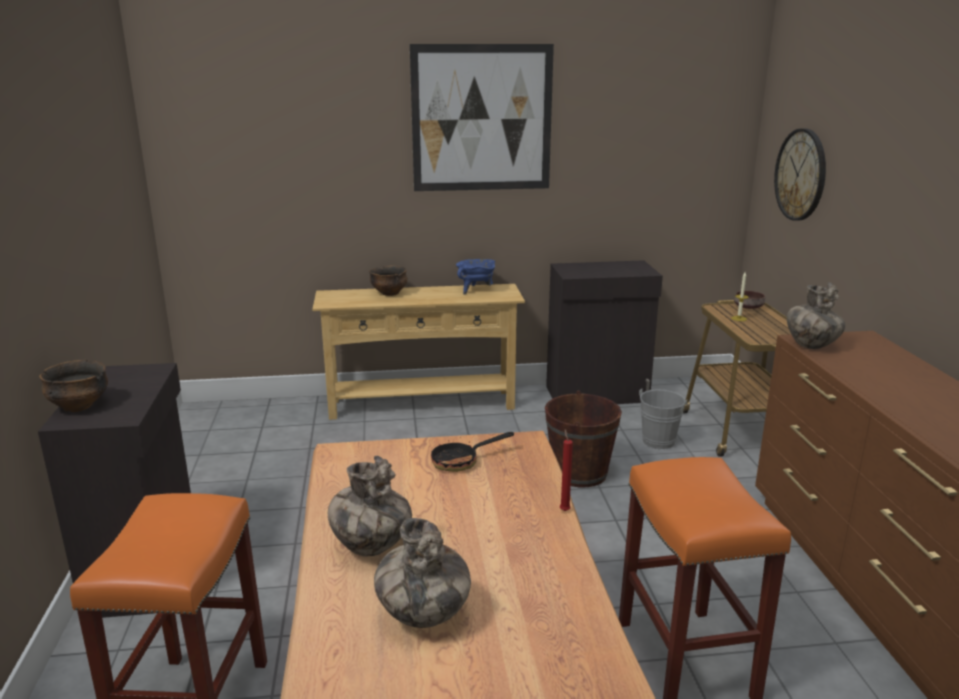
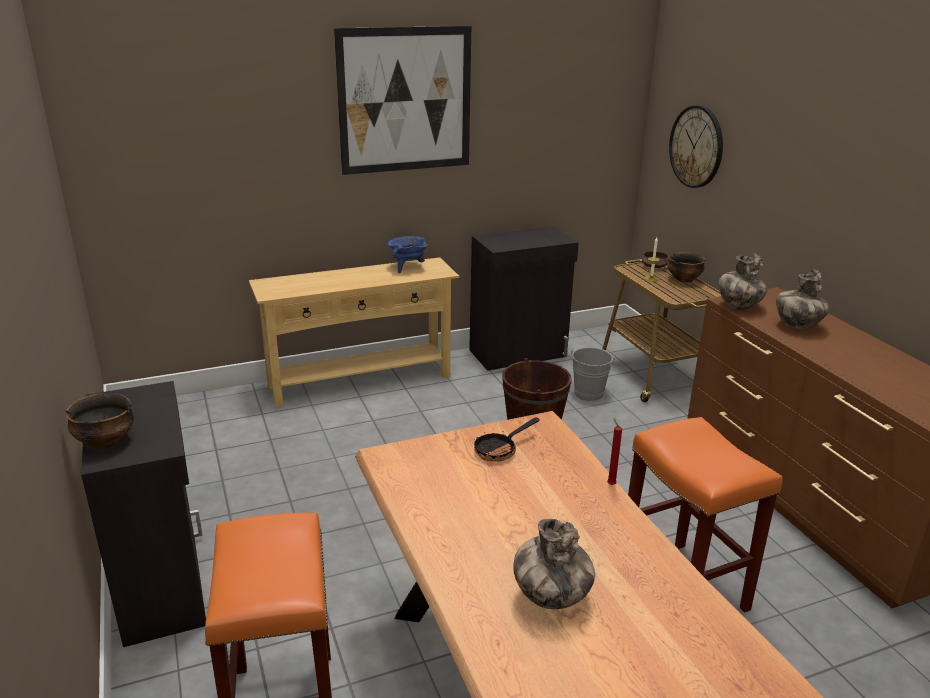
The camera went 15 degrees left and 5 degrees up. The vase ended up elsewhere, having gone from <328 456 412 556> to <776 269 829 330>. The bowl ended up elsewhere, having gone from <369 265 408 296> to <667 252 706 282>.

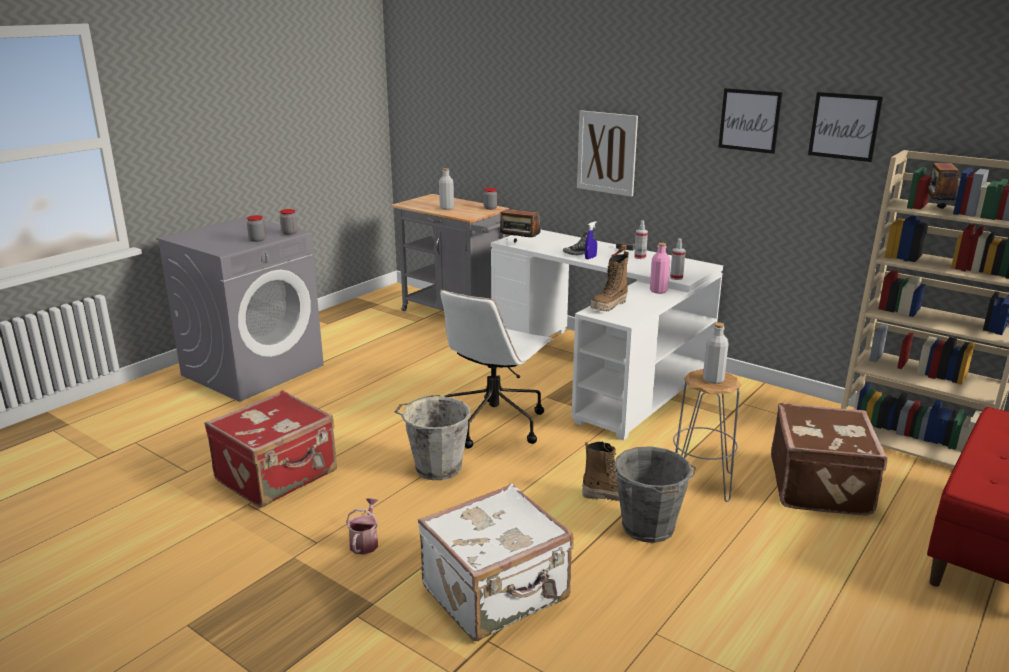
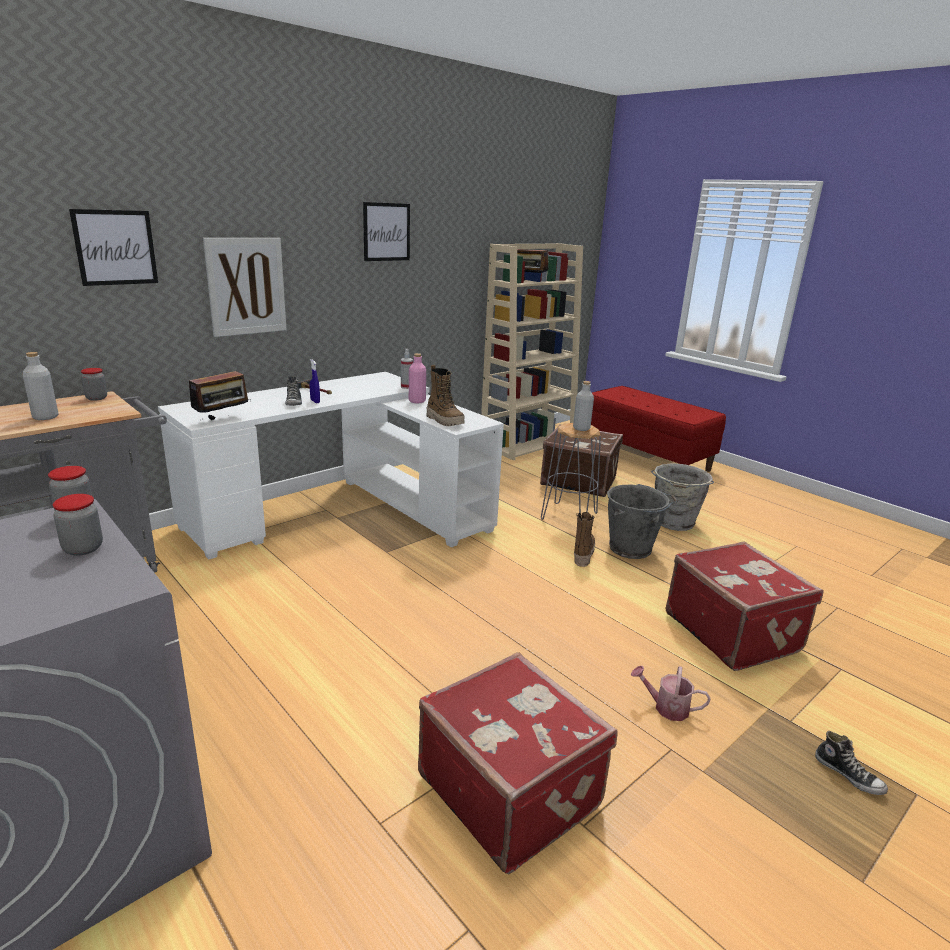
The camera went 80 degrees left and 0 degrees up. The second view lost the white office chair at <440 290 554 449>. The second view lost the spray bottle at <634 220 648 259>. The second view gained the shoe at <815 731 888 795>. The grey bucket ended up elsewhere, having gone from <395 395 471 480> to <651 463 714 531>. The picture ended up elsewhere, having gone from <808 92 883 162> to <69 209 158 286>. What was the white suitcase at <418 483 574 641> turned into the red suitcase at <665 541 824 671>.

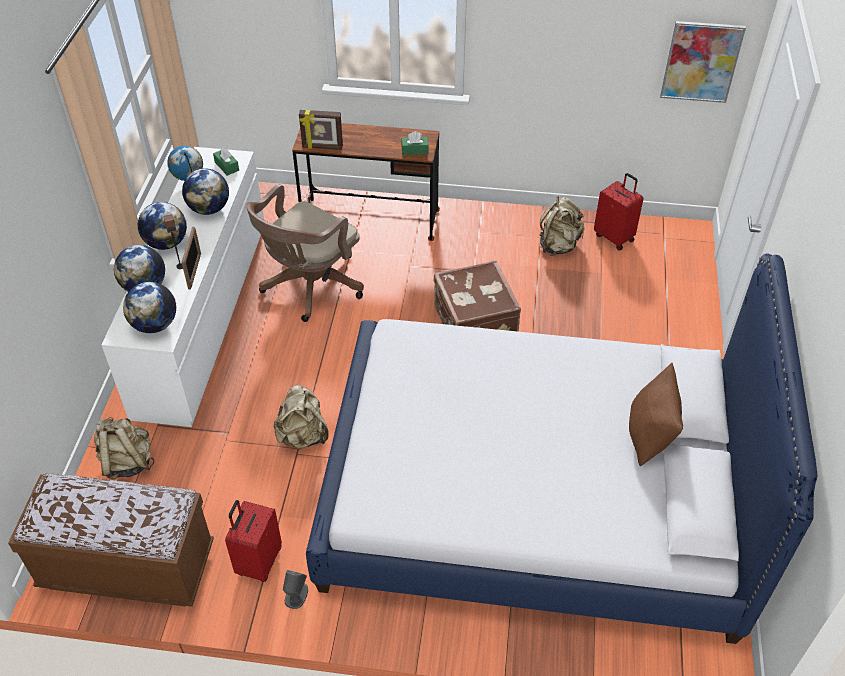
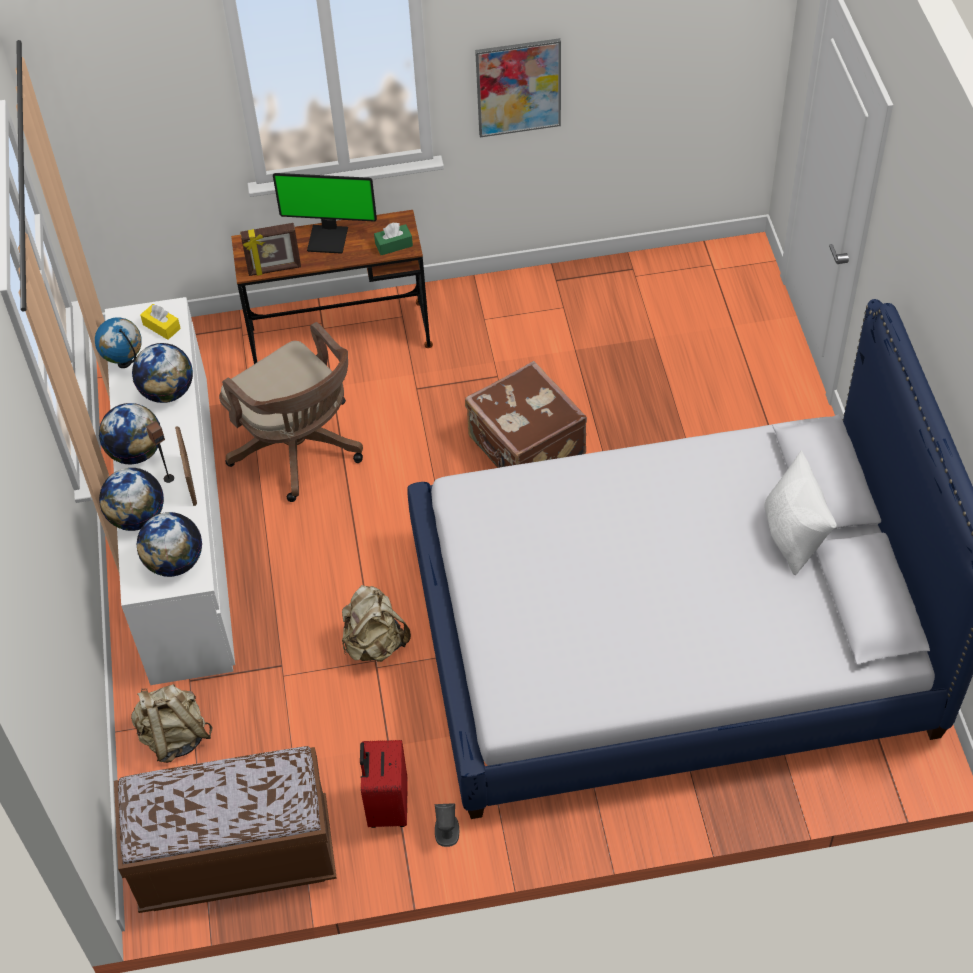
The camera went 15 degrees left and 5 degrees up. The second view lost the beige backpack at <540 196 584 256>. The second view lost the red suitcase at <594 173 644 251>. The second view gained the monitor at <273 173 377 254>. The picture ended up elsewhere, having gone from <660 21 746 103> to <475 38 561 138>. What was the green tissue box at <213 147 239 176> turned into the yellow tissue box at <140 304 181 340>. What was the brown pillow at <629 363 683 466> turned into the white pillow at <765 450 837 575>. The brown office chair at <246 184 364 322> ended up facing another way, 60 degrees counterclockwise from before.

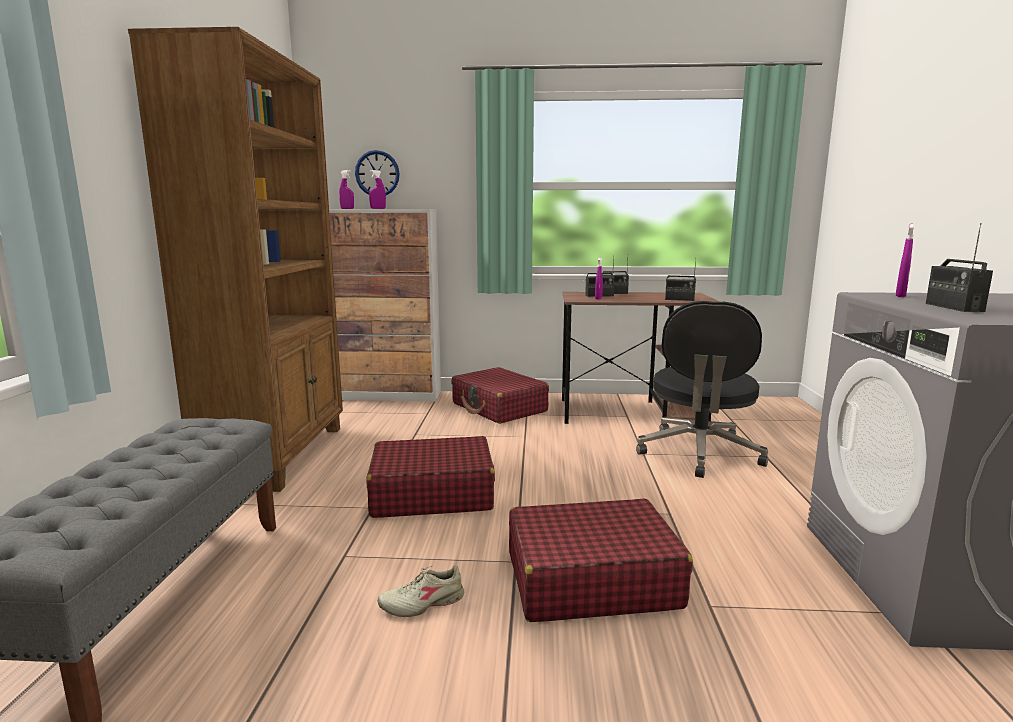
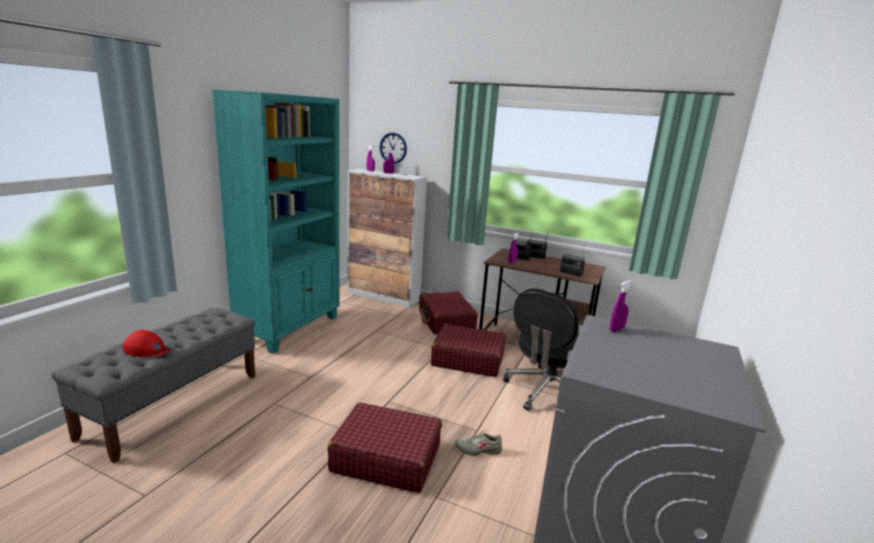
The camera went 20 degrees right and 5 degrees up. The second view lost the radio at <926 223 993 312>. The second view gained the red cap at <123 330 171 357>. The red suitcase ended up elsewhere, having gone from <366 436 495 518> to <431 324 506 377>. The beige shoe ended up elsewhere, having gone from <377 565 464 617> to <455 431 502 456>. What was the brown bookcase at <128 27 343 492> turned into the turquoise bookcase at <212 89 339 354>.

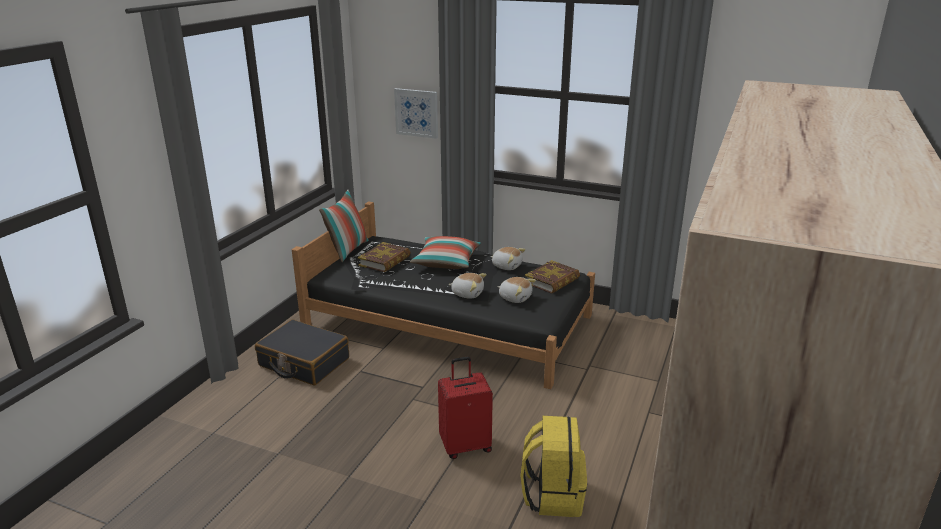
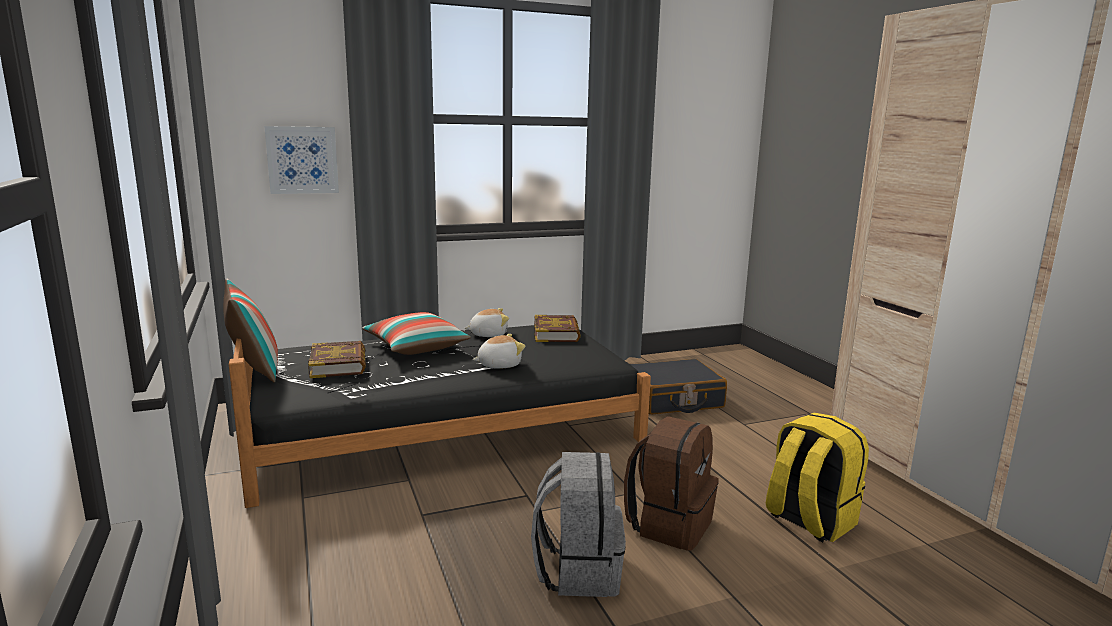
The camera went 45 degrees left and 10 degrees down. The second view lost the plush toy at <498 277 536 303>. The second view gained the grey backpack at <531 452 626 597>. The black suitcase ended up elsewhere, having gone from <255 319 349 385> to <630 359 727 415>. Where the red suitcase stood at <438 357 493 459>, the brown backpack came to stand at <624 416 719 551>.

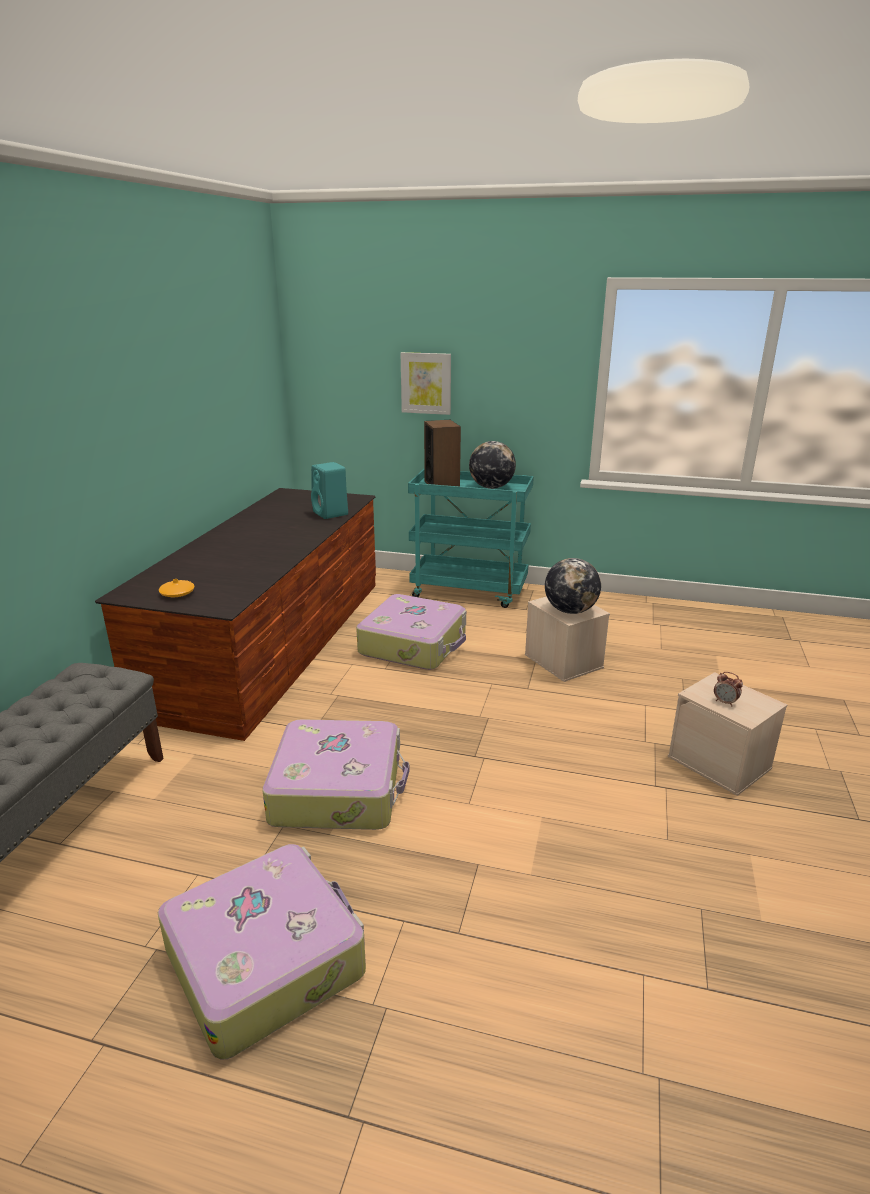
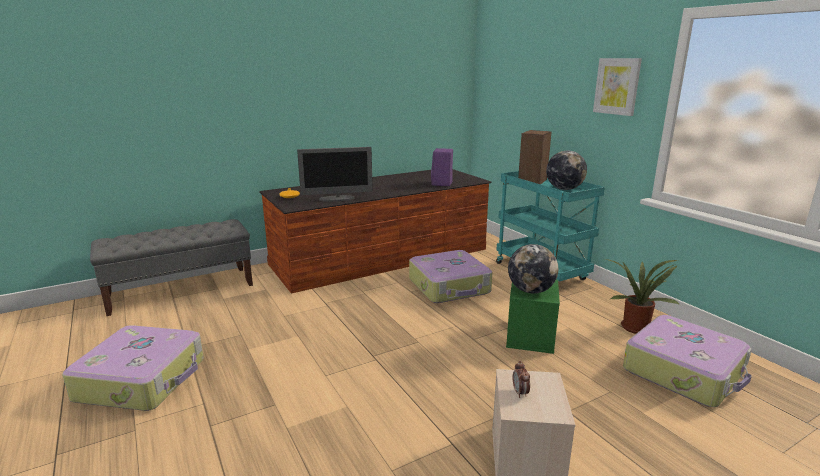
The camera went 45 degrees right and 5 degrees down. The second view gained the monitor at <297 147 373 202>. The second view gained the potted plant at <605 259 680 334>. The suitcase ended up elsewhere, having gone from <262 719 409 830> to <623 315 752 407>. The picture ended up elsewhere, having gone from <401 352 451 415> to <593 58 642 116>. What was the turquoise speaker at <311 462 348 519> turned into the purple speaker at <431 148 453 186>. What was the beige storage box at <525 596 610 682> turned into the green storage box at <506 280 560 354>.

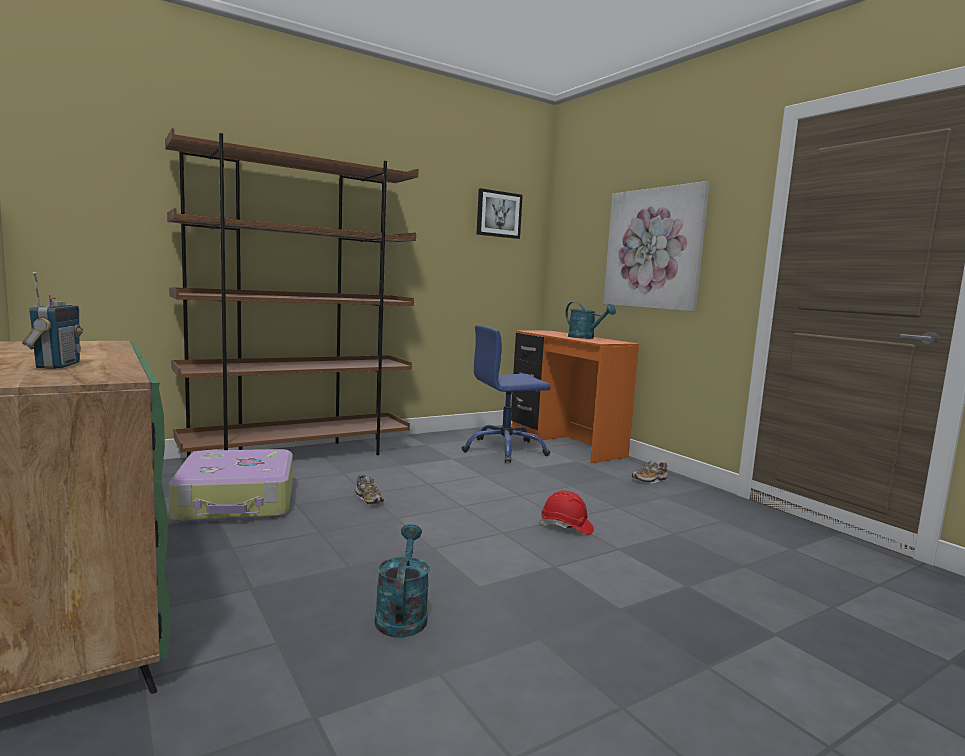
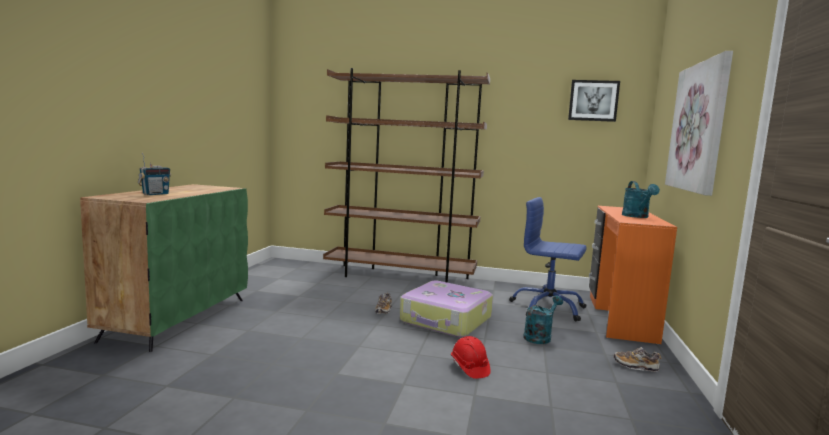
The camera went 45 degrees right and 0 degrees up. The suitcase ended up elsewhere, having gone from <169 449 293 522> to <400 281 493 337>. The turquoise watering can ended up elsewhere, having gone from <375 524 430 638> to <523 296 563 344>.

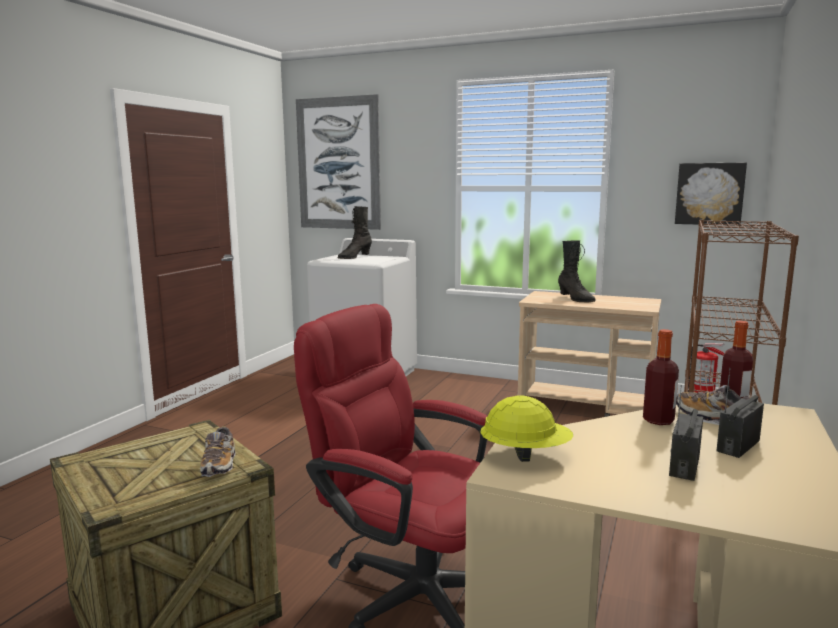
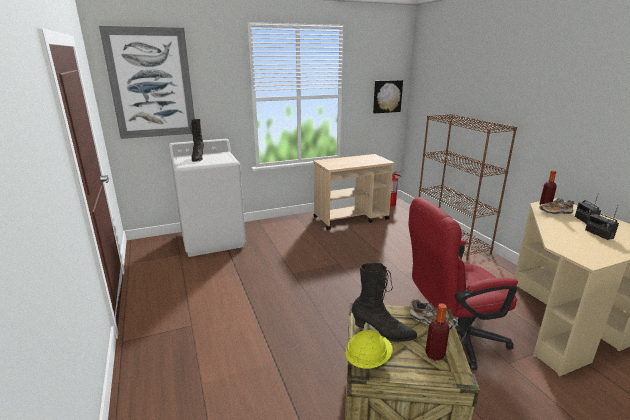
The camera went 45 degrees left and 10 degrees up. The yellow hard hat ended up elsewhere, having gone from <481 395 573 462> to <345 330 393 369>. The black boot ended up elsewhere, having gone from <558 240 596 303> to <352 263 417 342>. The bottle ended up elsewhere, having gone from <643 329 679 425> to <425 303 450 361>.

